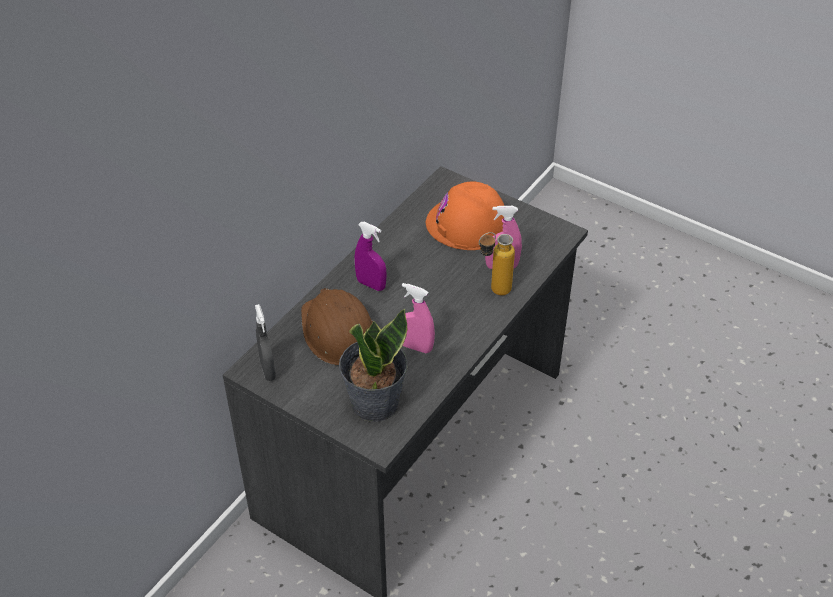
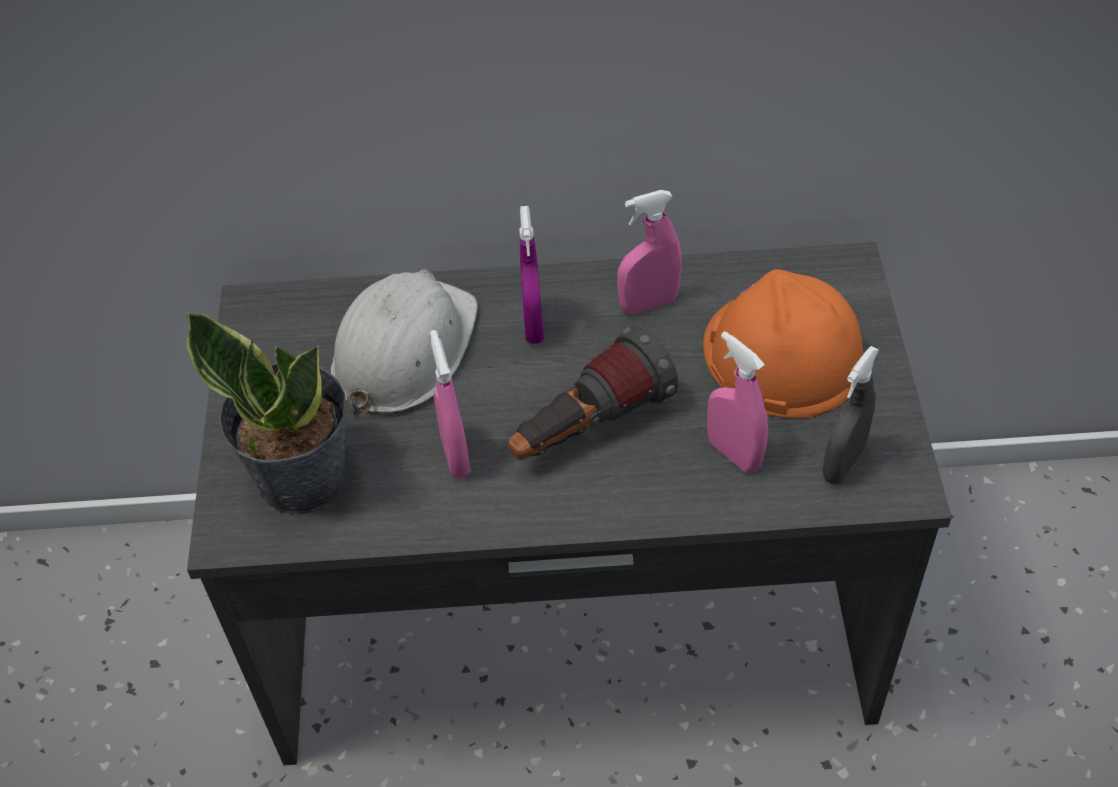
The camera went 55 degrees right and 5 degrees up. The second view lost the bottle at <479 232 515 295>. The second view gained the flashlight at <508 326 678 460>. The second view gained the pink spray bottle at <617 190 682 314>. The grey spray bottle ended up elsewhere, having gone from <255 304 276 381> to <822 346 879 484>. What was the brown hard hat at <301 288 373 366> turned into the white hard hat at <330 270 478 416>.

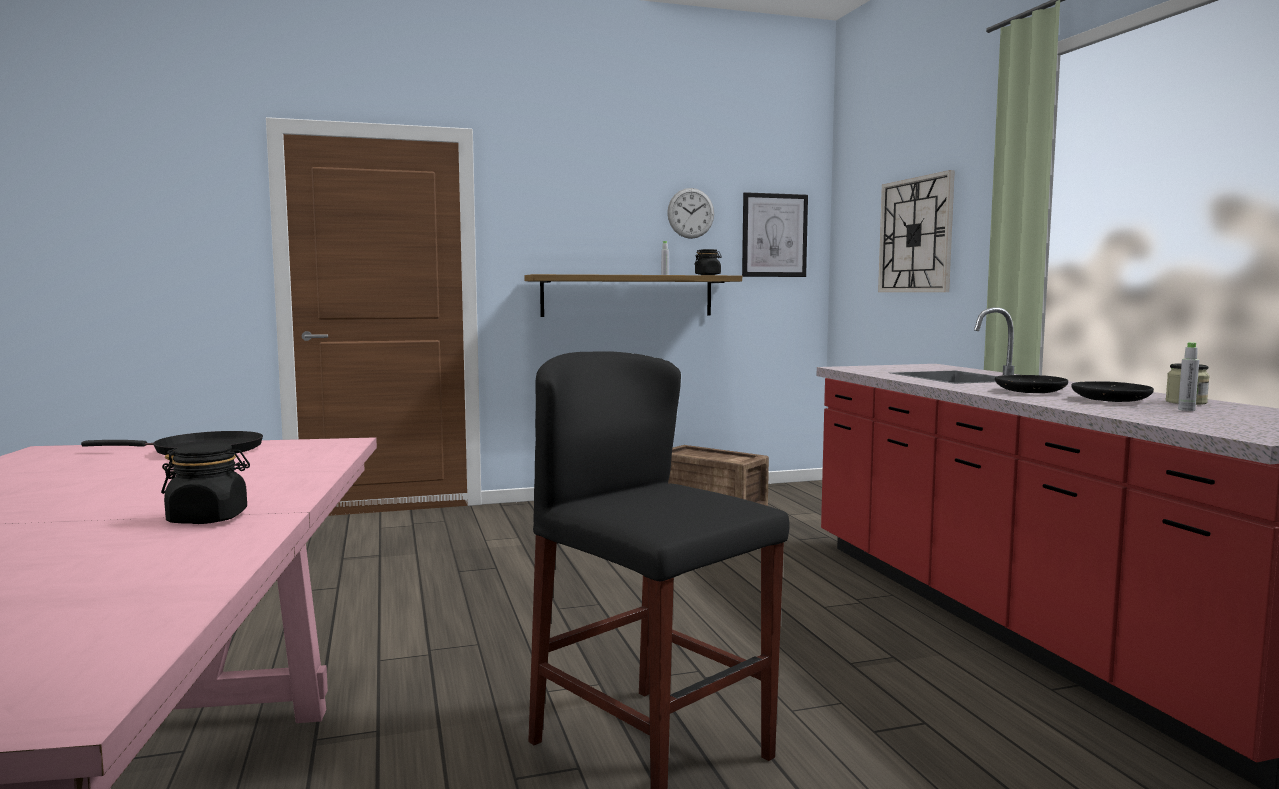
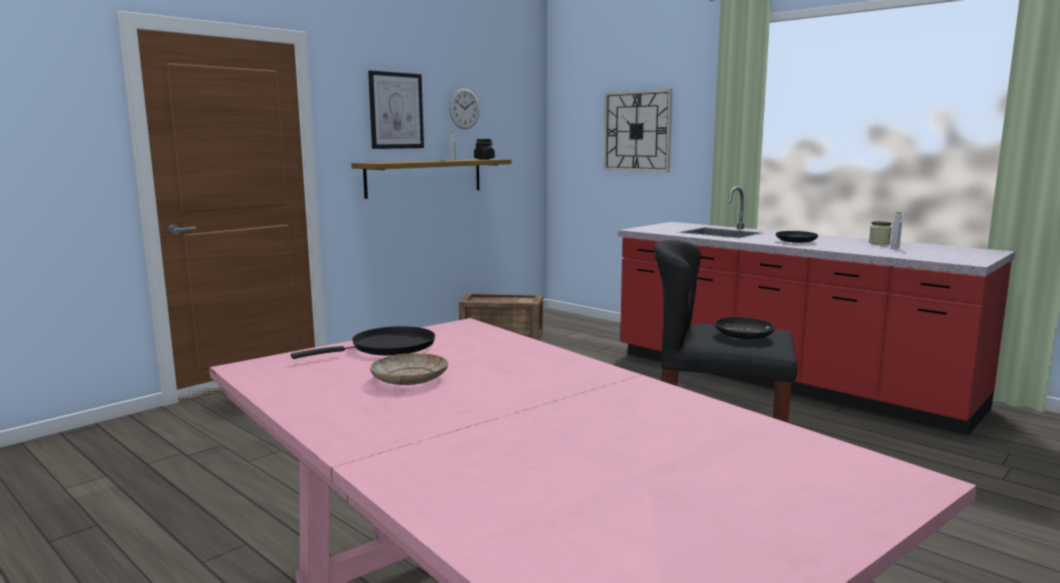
The camera went 30 degrees left and 5 degrees up. The second view lost the black jar at <161 443 250 524>. The second view gained the beige plate at <370 353 448 385>. The picture ended up elsewhere, having gone from <742 192 808 277> to <368 70 424 149>. The black plate ended up elsewhere, having gone from <1071 381 1154 402> to <715 317 775 339>.

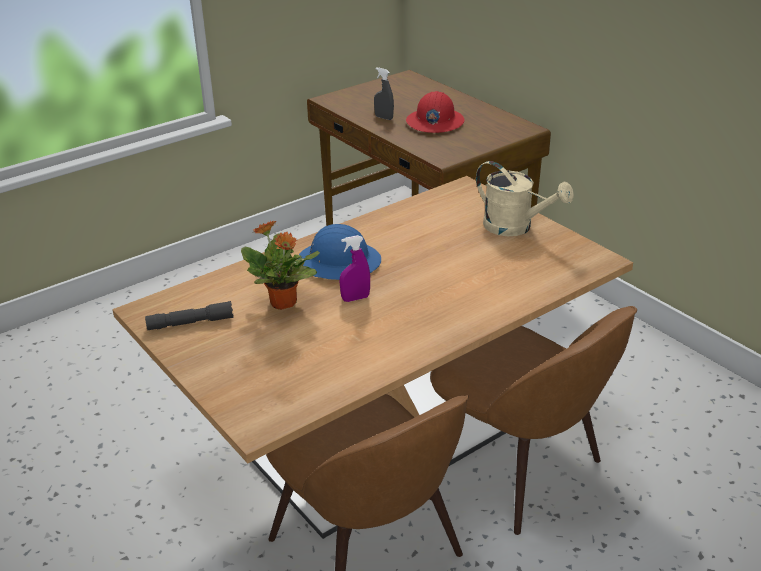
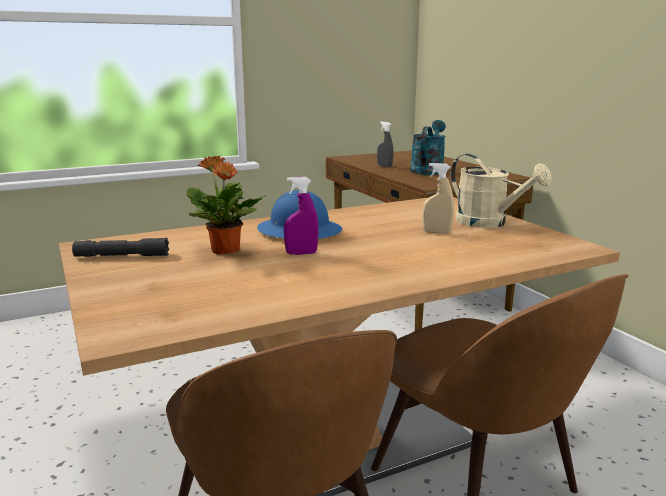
The camera went 10 degrees right and 15 degrees down. The second view gained the beige spray bottle at <422 163 454 233>. Where the red hard hat stood at <406 91 464 133>, the turquoise watering can came to stand at <410 120 446 175>.

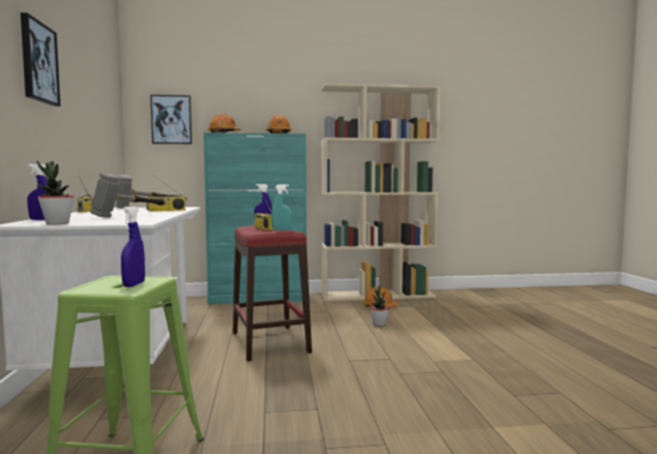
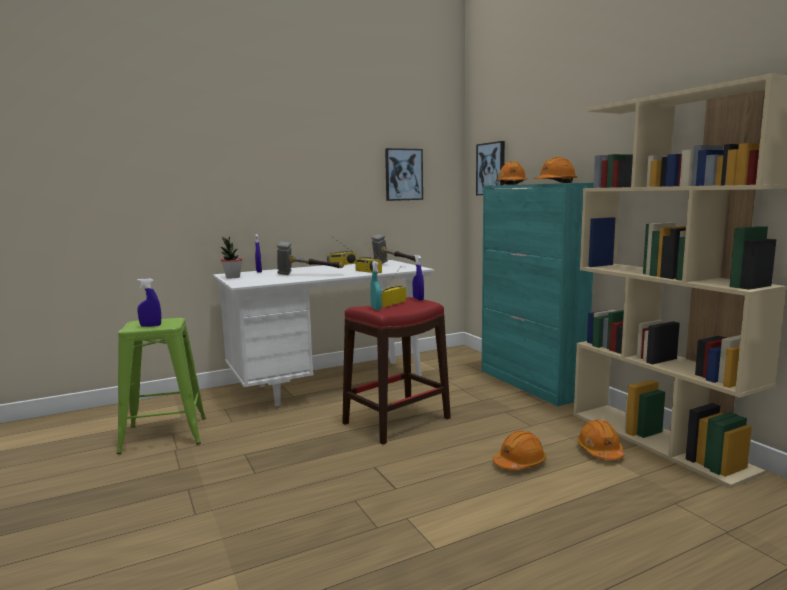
The camera went 70 degrees right and 5 degrees up. The picture ended up elsewhere, having gone from <21 13 61 107> to <385 148 423 201>. Where the potted plant stood at <370 284 390 326>, the orange hard hat came to stand at <493 431 546 470>.

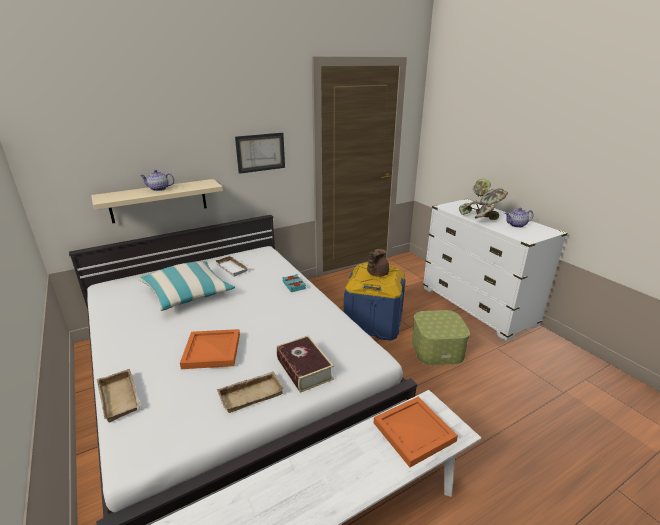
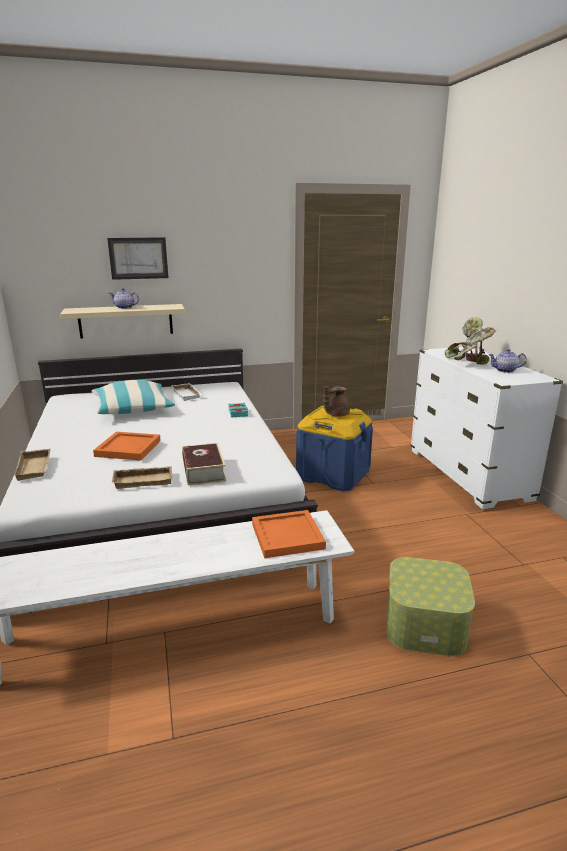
The camera went 15 degrees right and 5 degrees down. The picture ended up elsewhere, having gone from <235 133 285 174> to <107 237 168 280>. The storage box ended up elsewhere, having gone from <412 310 470 365> to <387 557 475 656>.

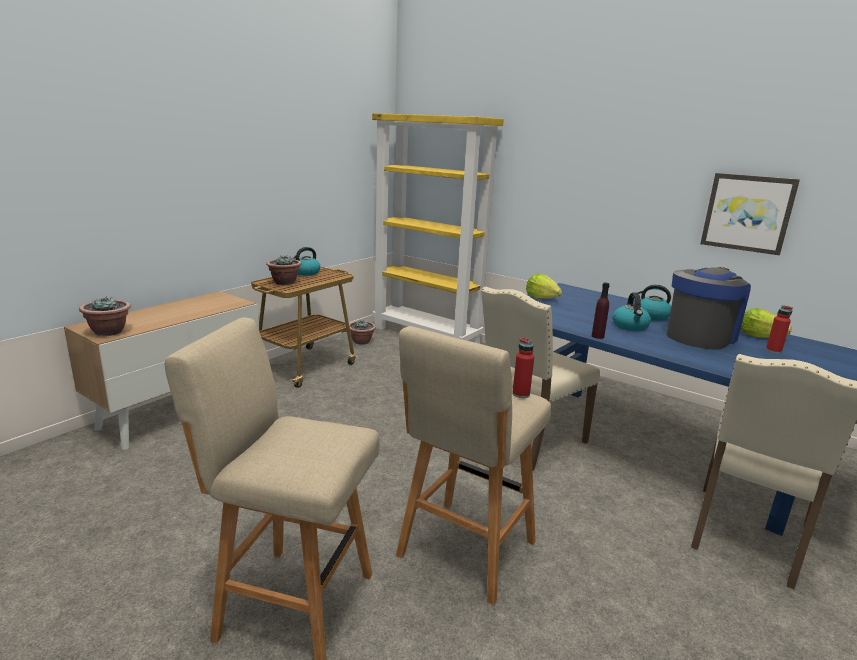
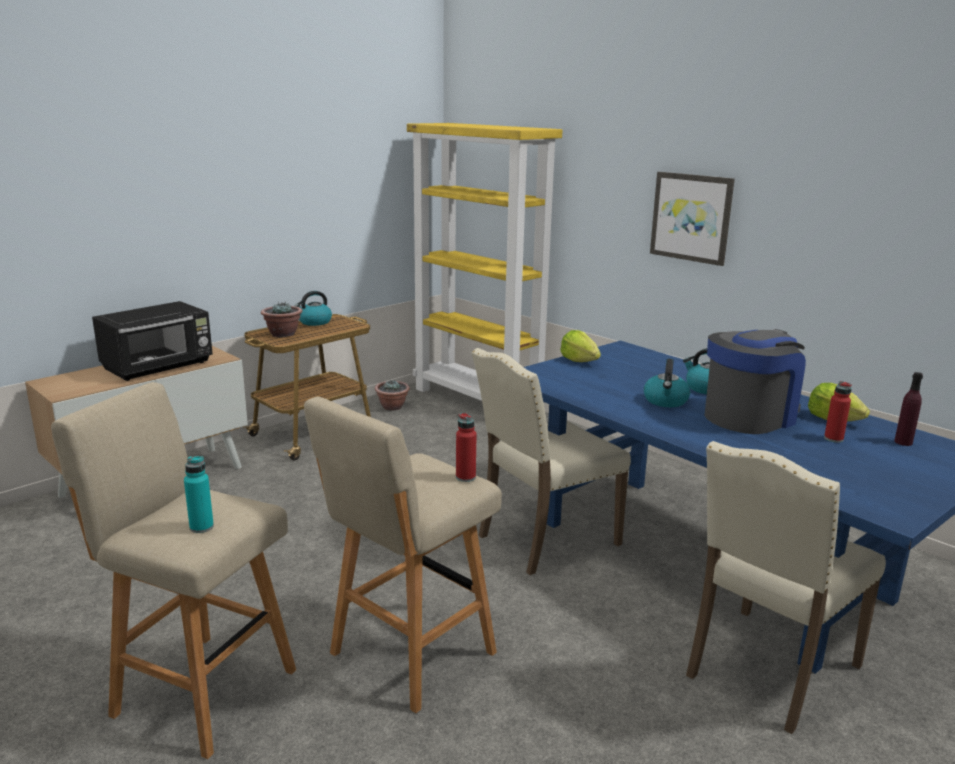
The camera went 10 degrees right and 0 degrees up. The second view lost the potted plant at <79 296 131 336>. The second view gained the black microwave at <92 301 213 381>. The second view gained the turquoise bottle at <184 456 214 533>. The purple bottle ended up elsewhere, having gone from <592 283 610 339> to <894 372 923 446>. The picture ended up elsewhere, having gone from <700 173 800 255> to <650 172 735 266>.

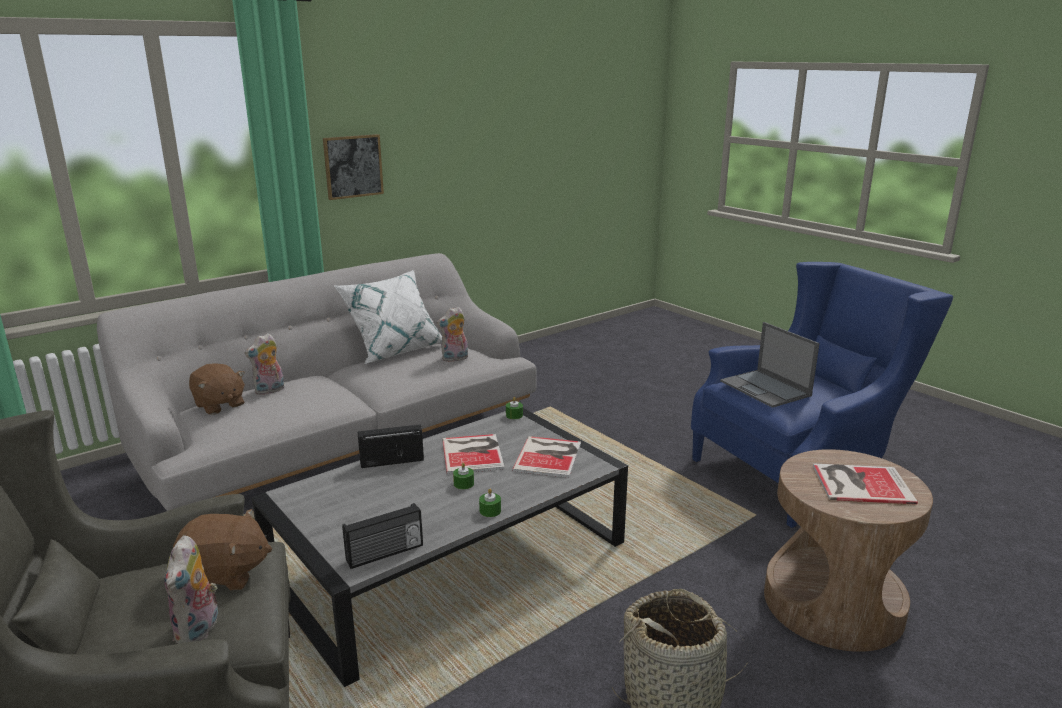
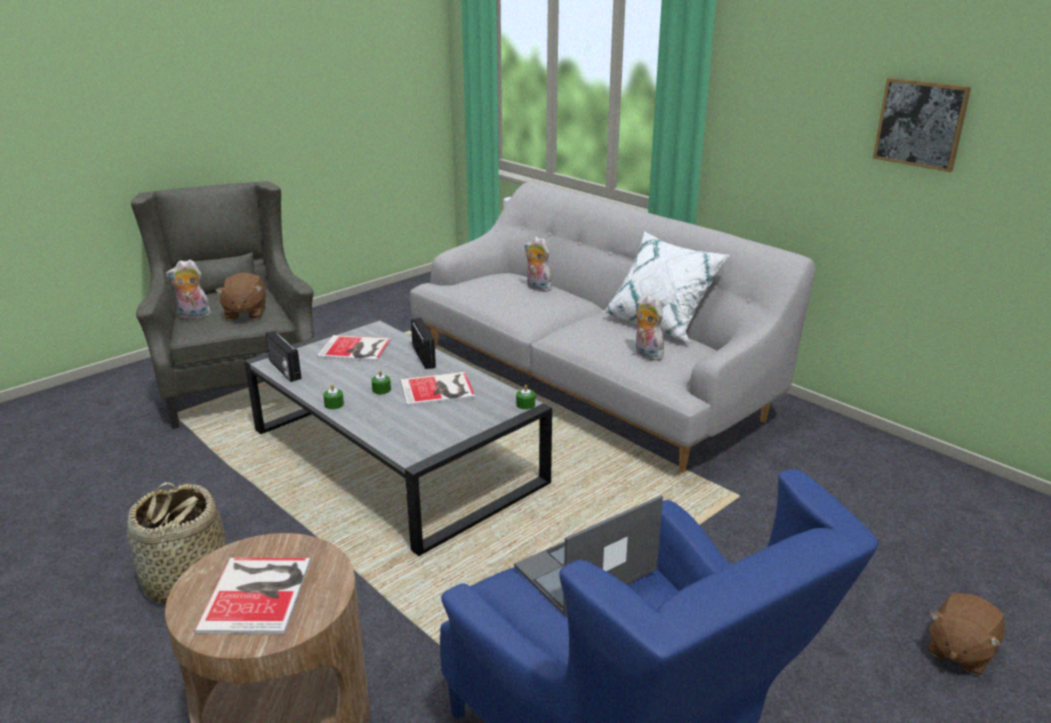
The camera went 85 degrees right and 5 degrees up. The brown plush toy ended up elsewhere, having gone from <189 363 245 415> to <928 593 1005 676>. The picture ended up elsewhere, having gone from <323 134 384 200> to <873 78 971 172>. The book ended up elsewhere, having gone from <512 436 581 478> to <317 335 391 361>.

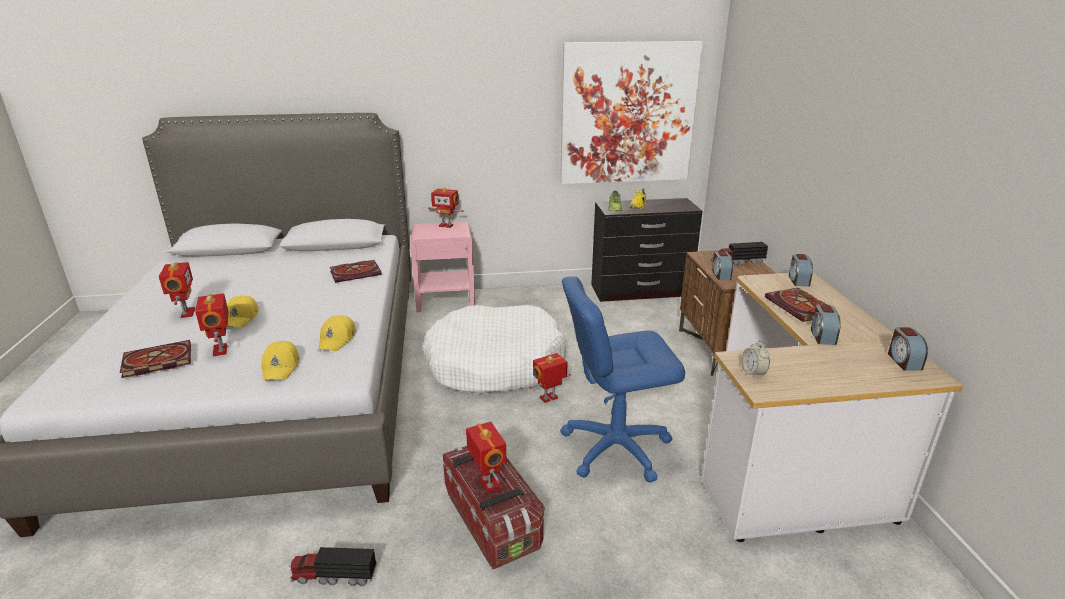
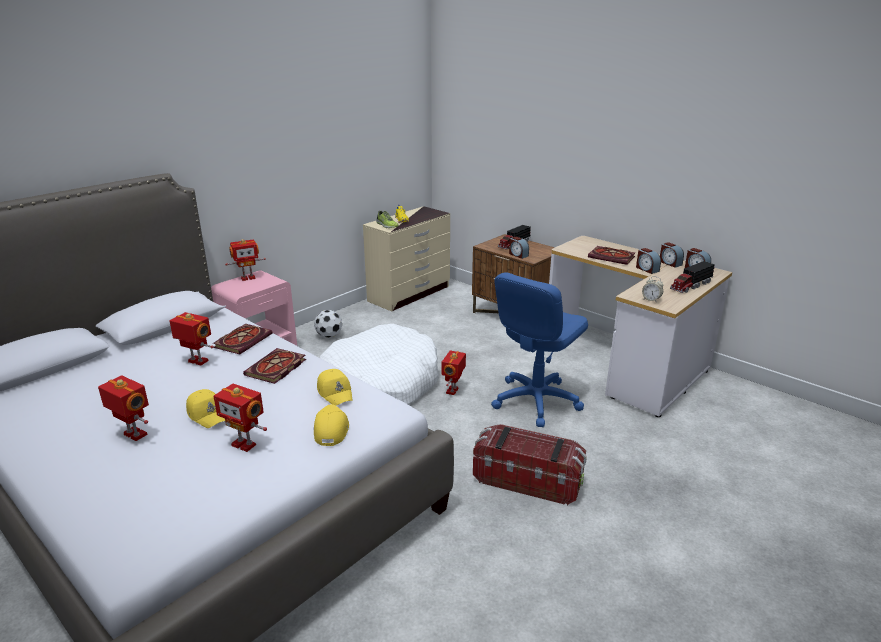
The camera went 40 degrees left and 0 degrees up. The second view lost the picture at <560 41 703 184>. The second view gained the football at <314 310 342 338>. The book ended up elsewhere, having gone from <120 340 191 378> to <243 348 306 384>. The toy truck ended up elsewhere, having gone from <288 547 377 586> to <670 261 715 293>. The toy robot ended up elsewhere, having gone from <466 422 507 493> to <170 312 214 365>. The alarm clock ended up elsewhere, having gone from <789 254 813 287> to <660 242 684 268>. What was the black dresser at <591 198 703 302> turned into the beige dresser at <363 206 450 312>. The yellow cap at <261 341 299 381> ended up facing another way, 135 degrees counterclockwise from before.

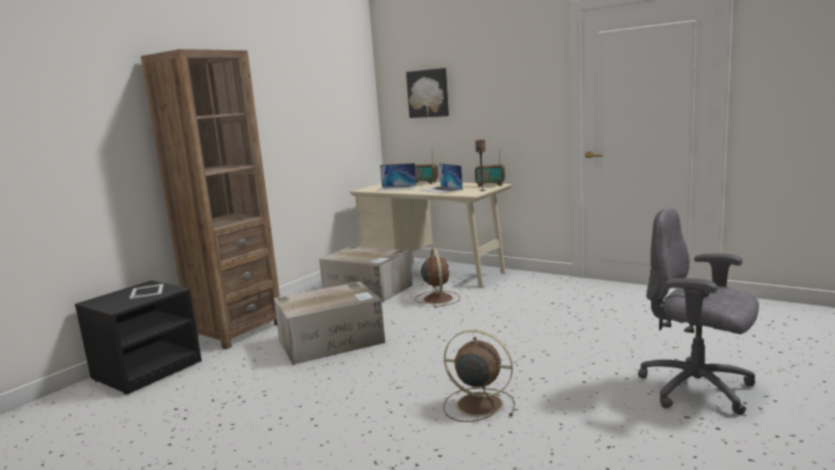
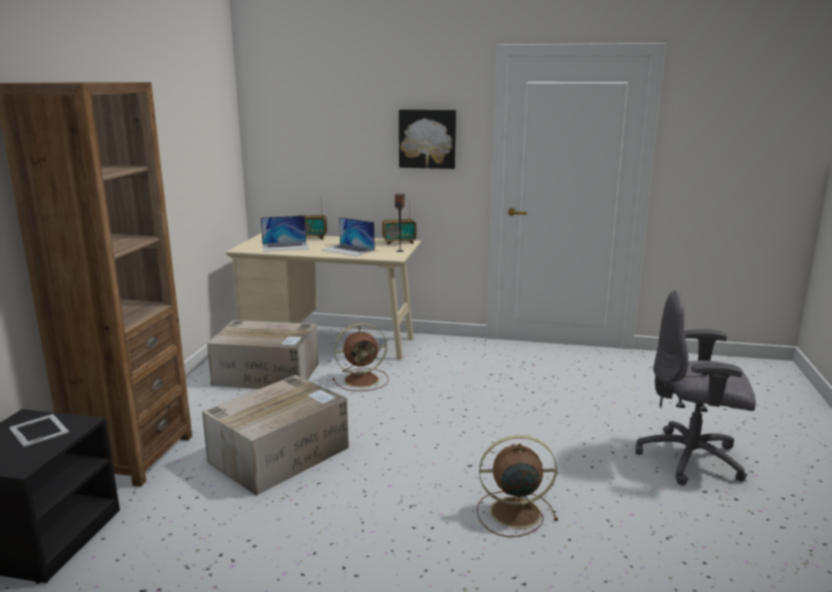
The camera went 25 degrees left and 5 degrees up. The picture ended up elsewhere, having gone from <406 68 449 118> to <399 109 456 169>. The brown fan at <415 248 460 308> ended up facing another way, 105 degrees clockwise from before.

